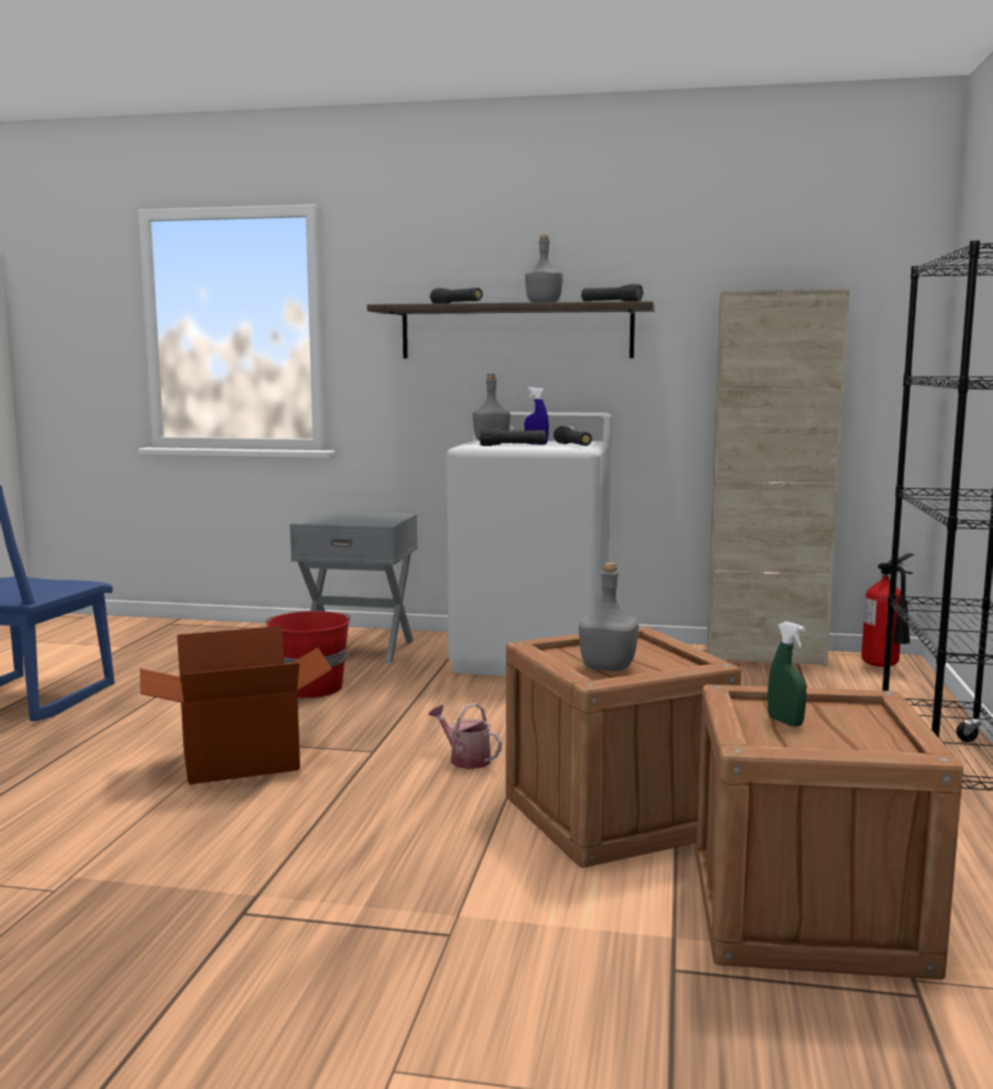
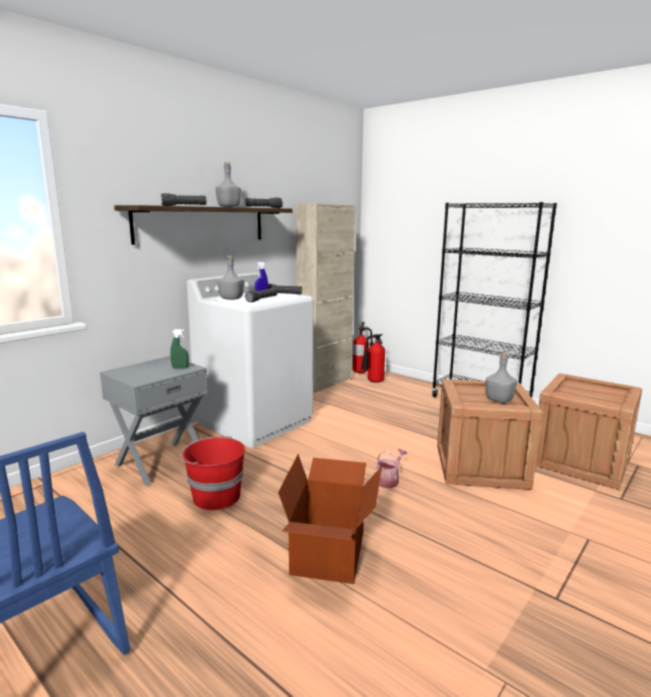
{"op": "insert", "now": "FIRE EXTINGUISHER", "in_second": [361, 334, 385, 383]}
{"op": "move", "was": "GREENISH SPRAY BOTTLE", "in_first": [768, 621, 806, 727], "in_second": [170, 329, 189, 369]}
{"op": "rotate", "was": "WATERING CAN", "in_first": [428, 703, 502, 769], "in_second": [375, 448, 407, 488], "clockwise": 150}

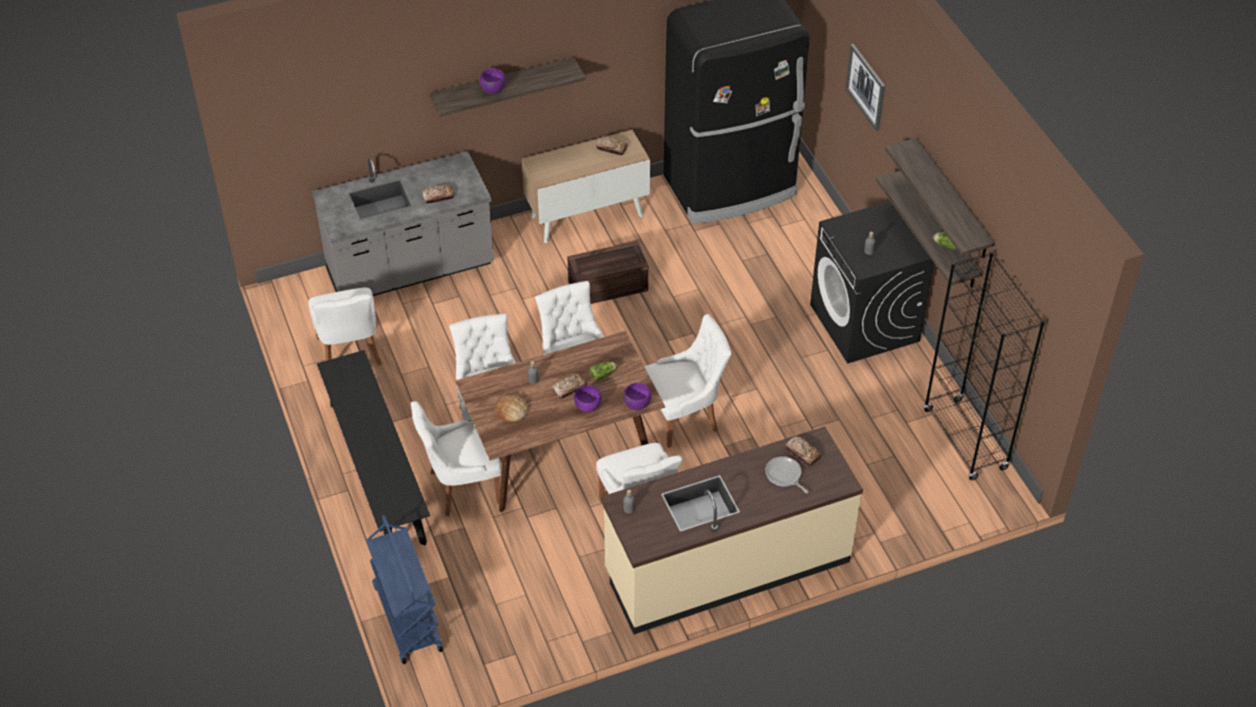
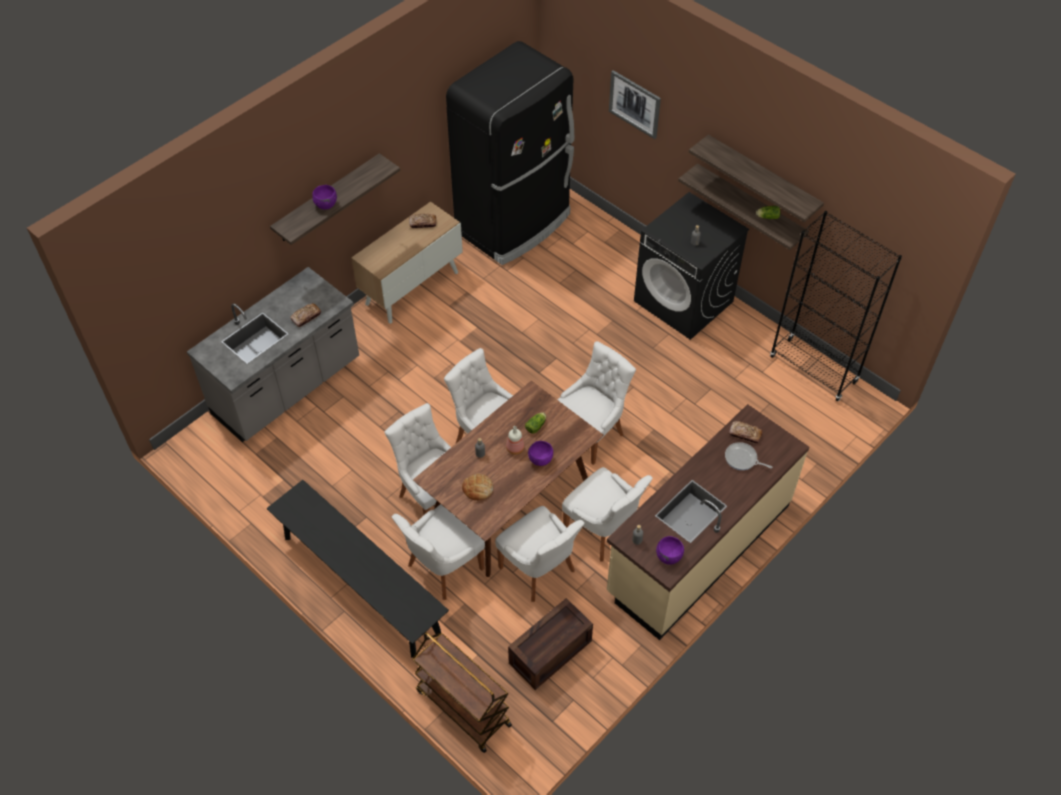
{"op": "move", "was": "WHITE-COLOURED UPRIGHT CHAIR", "in_first": [308, 288, 382, 366], "in_second": [495, 506, 585, 602]}
{"op": "move", "was": "SHIPPING CRATE", "in_first": [567, 241, 648, 304], "in_second": [508, 598, 593, 690]}
{"op": "move", "was": "PURPLE DEEP DISH", "in_first": [624, 383, 651, 410], "in_second": [656, 536, 684, 565]}
{"op": "replace", "was": "BAKERY BREAD", "now": "DRINK BOTTLE", "in_first": [552, 373, 587, 399], "in_second": [506, 426, 524, 455]}
{"op": "recolor", "was": "BLUE TROLLEY", "now": "BROWN-COLOURED TROLLEY", "in_first": [366, 515, 443, 664], "in_second": [412, 632, 512, 753]}

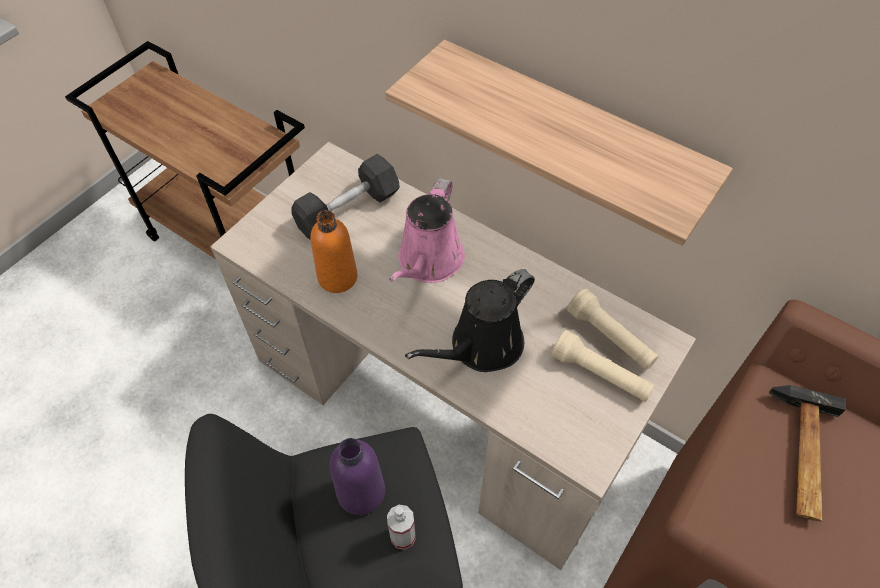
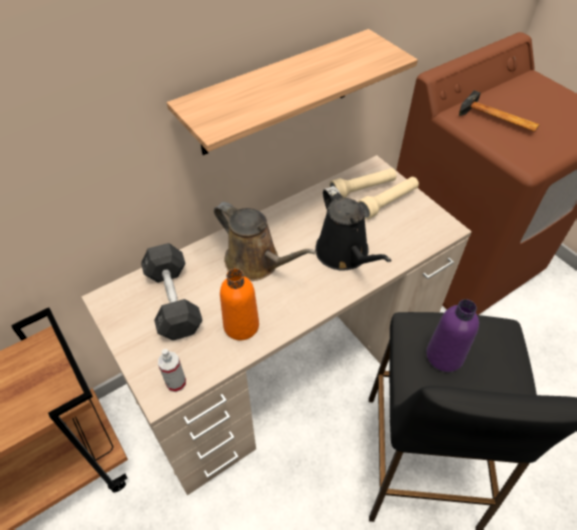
{"op": "move", "was": "SPRAY BOTTLE", "in_first": [387, 505, 416, 550], "in_second": [158, 349, 186, 392]}
{"op": "recolor", "was": "PINK WATERING CAN", "now": "BROWN-COLOURED WATERING CAN", "in_first": [389, 178, 465, 283], "in_second": [214, 202, 317, 281]}

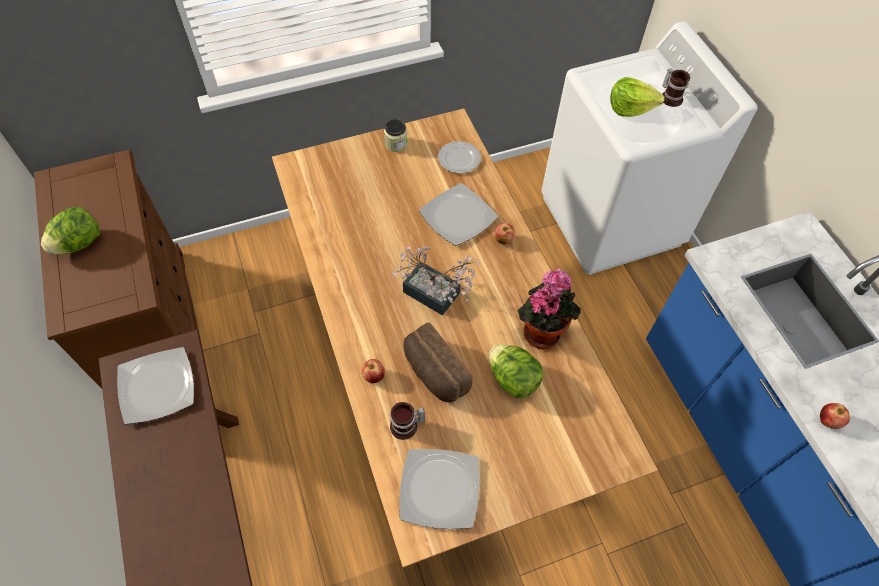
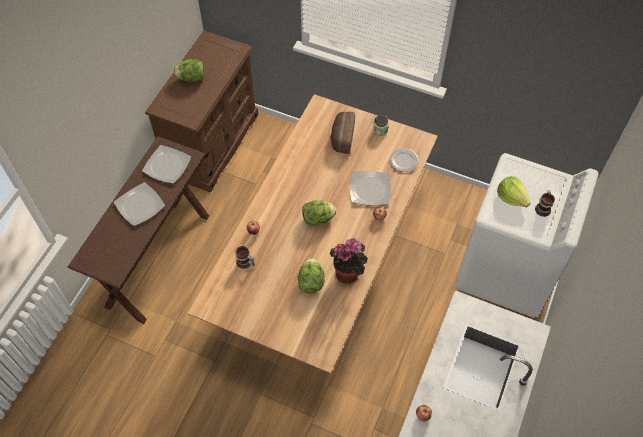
{"op": "move", "was": "PLATE", "in_first": [400, 449, 480, 529], "in_second": [114, 182, 165, 226]}
{"op": "move", "was": "BAKERY BREAD", "in_first": [403, 322, 473, 402], "in_second": [330, 112, 355, 154]}
{"op": "replace", "was": "POTTED PLANT", "now": "HEAD OF LETTUCE", "in_first": [392, 246, 479, 316], "in_second": [302, 200, 336, 226]}

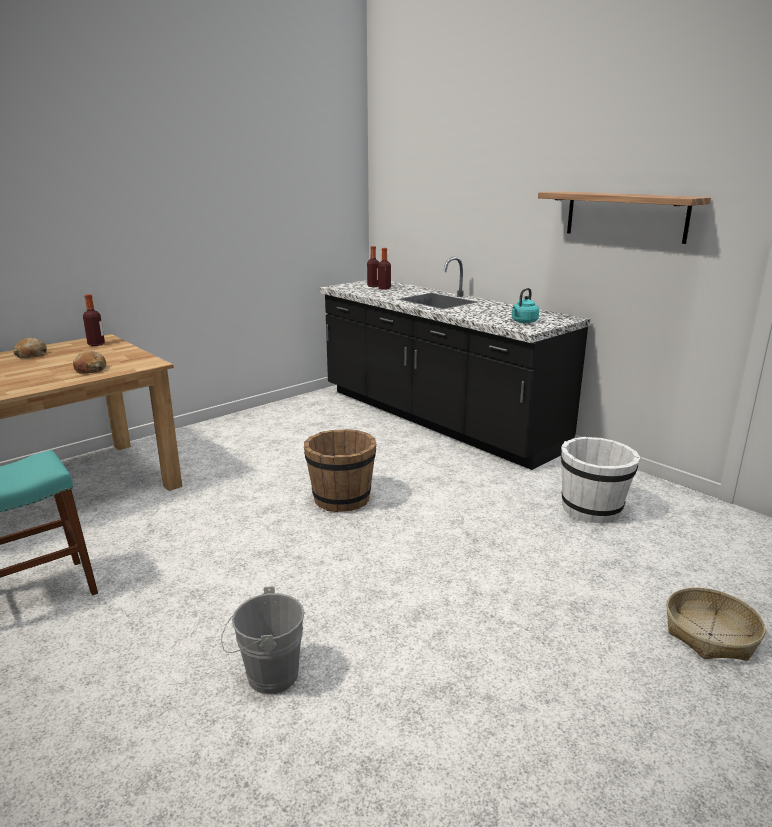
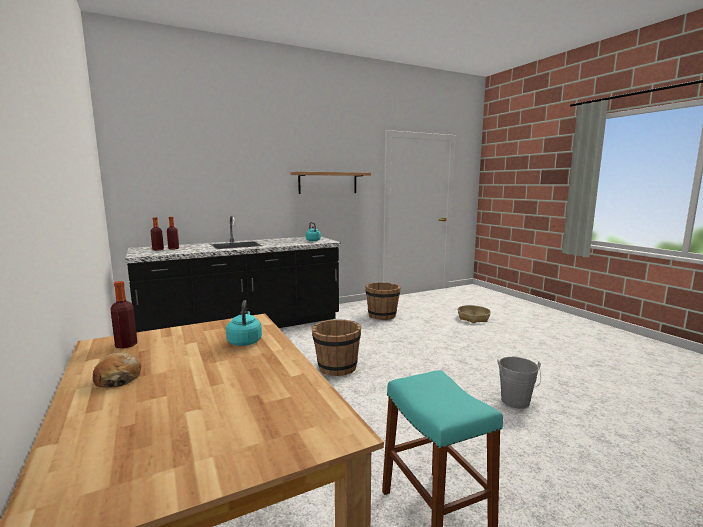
{"op": "replace", "was": "BAKERY BREAD", "now": "TURQUOISE WATER KETTLE", "in_first": [73, 351, 106, 374], "in_second": [226, 300, 262, 346]}
{"op": "recolor", "was": "WHITE-COLOURED BUCKET", "now": "BROWN-COLOURED BUCKET", "in_first": [561, 437, 640, 523], "in_second": [365, 282, 401, 320]}

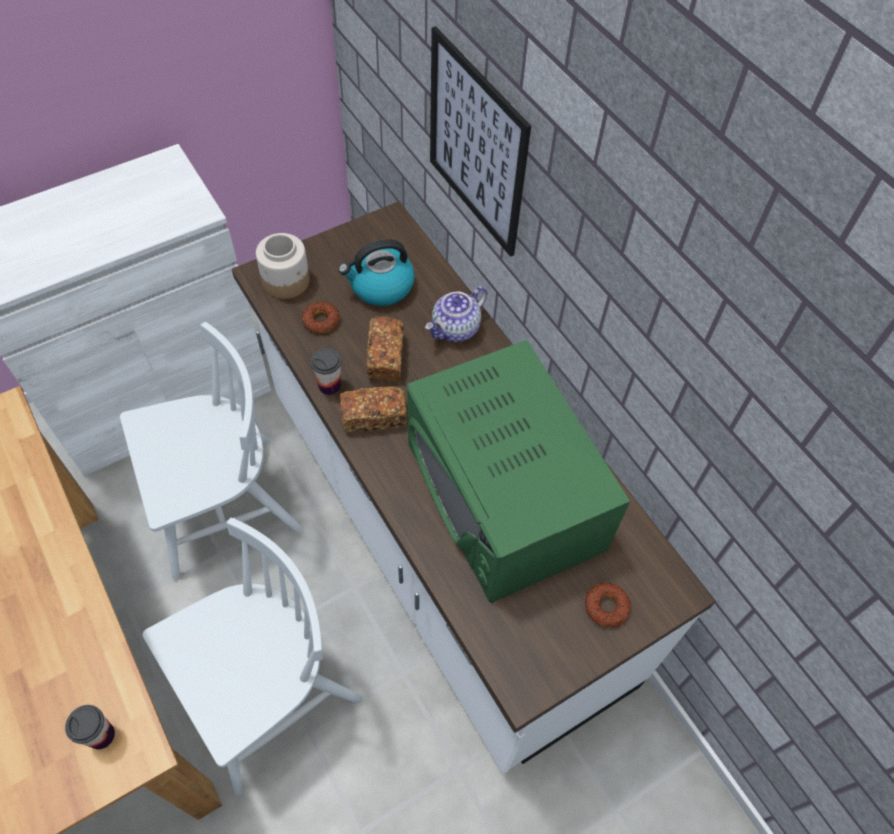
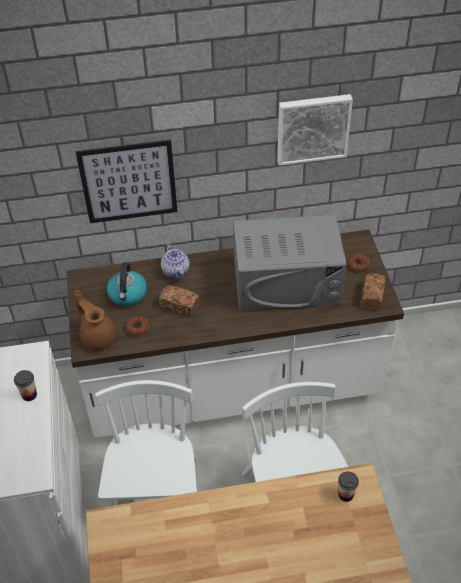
{"op": "insert", "now": "PICTURE", "in_second": [278, 94, 353, 166]}
{"op": "move", "was": "SMALL CUP", "in_first": [311, 348, 341, 395], "in_second": [14, 370, 37, 401]}
{"op": "move", "was": "BAKERY BREAD", "in_first": [340, 386, 407, 432], "in_second": [361, 274, 386, 310]}
{"op": "replace", "was": "JAR", "now": "BROWN-COLOURED TEA POT", "in_first": [256, 233, 310, 299], "in_second": [74, 290, 117, 350]}
{"op": "recolor", "was": "GREENISH KITCHEN MICROWAVE", "now": "GREYISH KITCHEN MICROWAVE", "in_first": [407, 340, 630, 603], "in_second": [233, 215, 347, 310]}

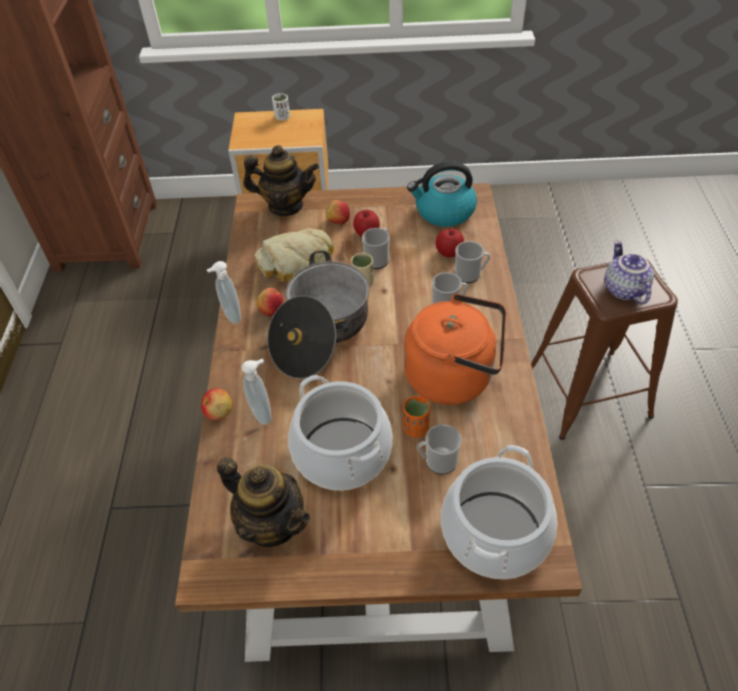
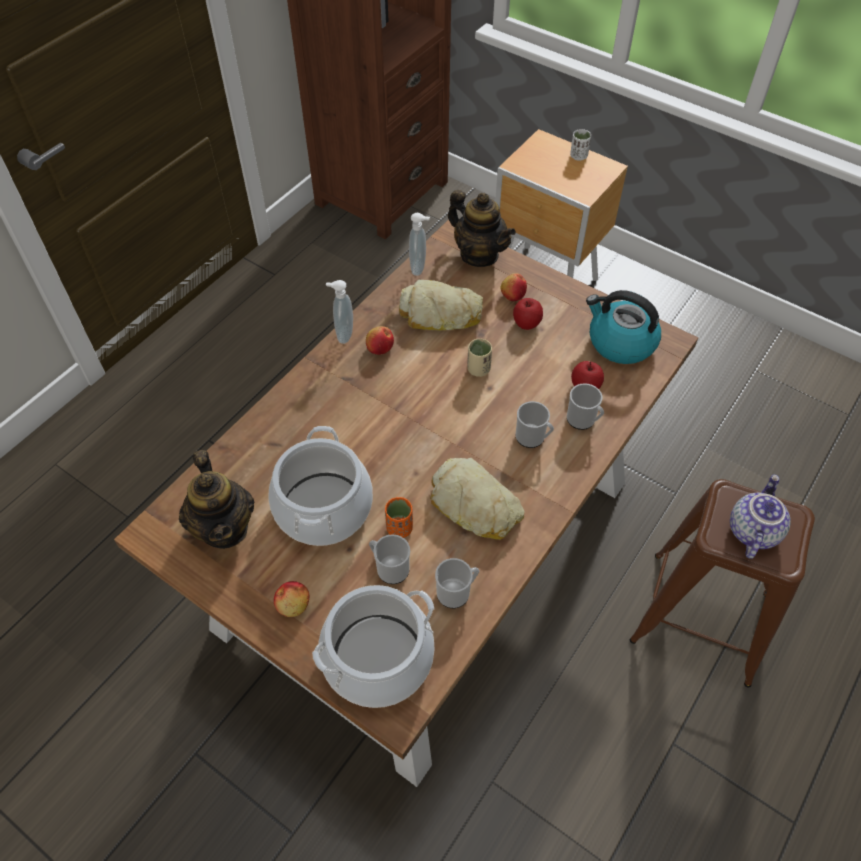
{"op": "delete", "was": "STOCKPOT", "in_first": [267, 251, 369, 379]}
{"op": "move", "was": "APPLE", "in_first": [201, 388, 232, 420], "in_second": [274, 581, 309, 617]}
{"op": "move", "was": "LIQUID SOAP BOTTLE", "in_first": [241, 359, 272, 425], "in_second": [409, 213, 430, 276]}
{"op": "move", "was": "TEA MUG", "in_first": [362, 228, 390, 269], "in_second": [435, 558, 479, 608]}
{"op": "replace", "was": "ORANGE WATER KETTLE", "now": "BAKERY BREAD", "in_first": [404, 294, 506, 405], "in_second": [430, 458, 524, 540]}

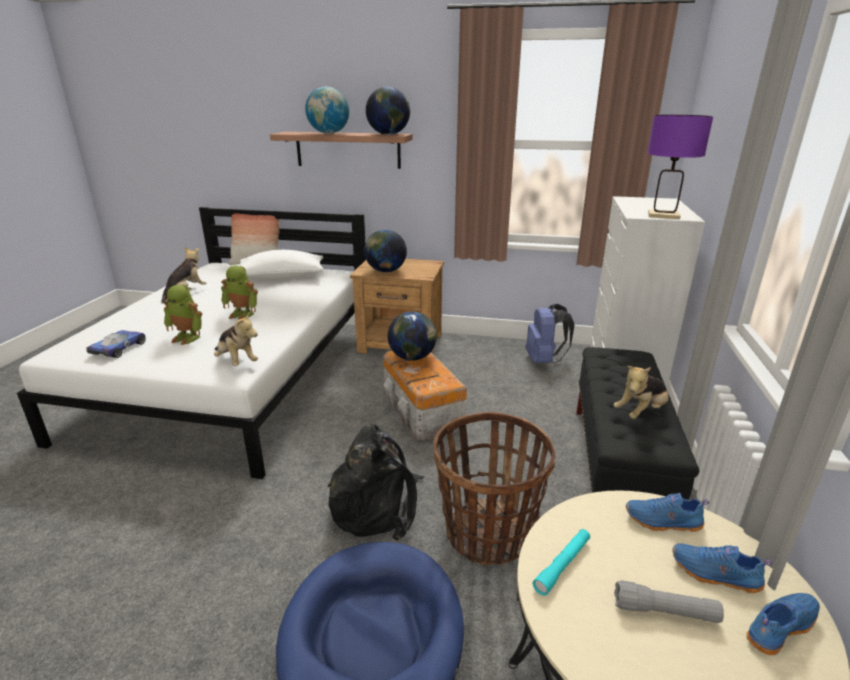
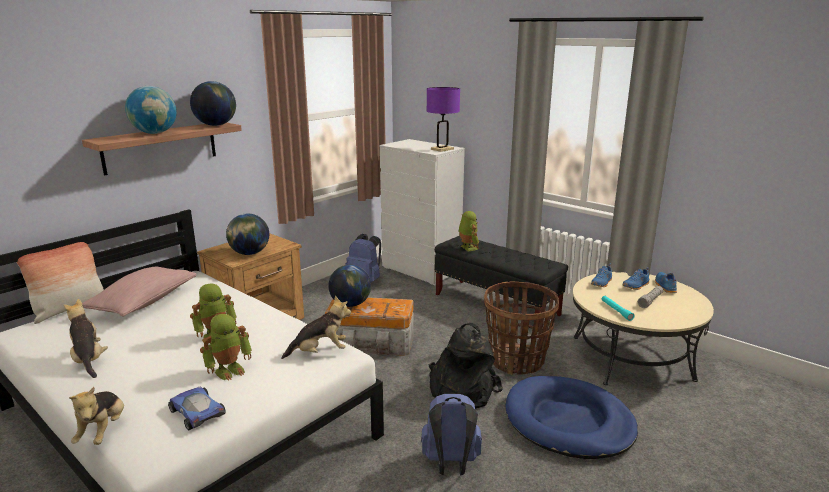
{"op": "insert", "now": "BLUE KNAPSACK", "in_second": [421, 394, 482, 475]}
{"op": "insert", "now": "MODEL ROBOT", "in_second": [459, 211, 479, 251]}
{"op": "move", "was": "CUDDLY TOY", "in_first": [613, 366, 669, 419], "in_second": [69, 387, 124, 445]}
{"op": "recolor", "was": "WHITE-COLOURED PILLOW", "now": "PINK PILLOW", "in_first": [240, 250, 324, 280], "in_second": [82, 266, 197, 317]}

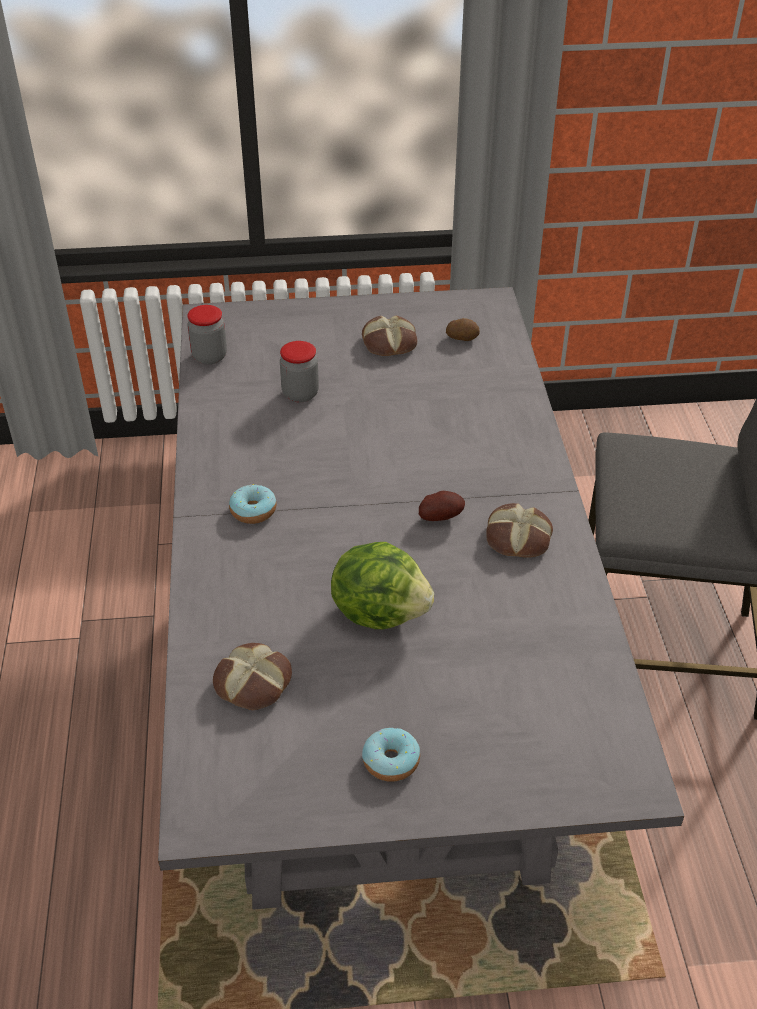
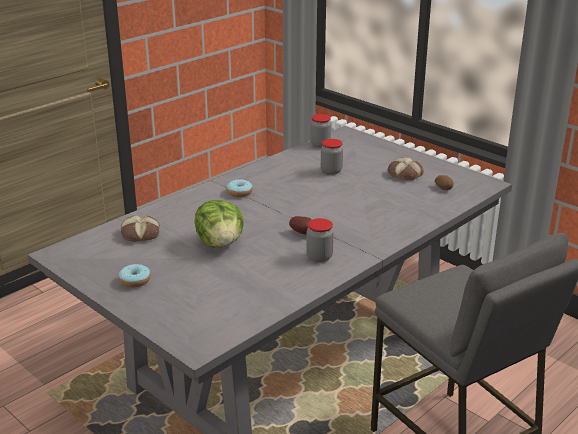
{"op": "replace", "was": "BAKERY BREAD", "now": "JAR", "in_first": [486, 503, 553, 558], "in_second": [306, 218, 334, 262]}

